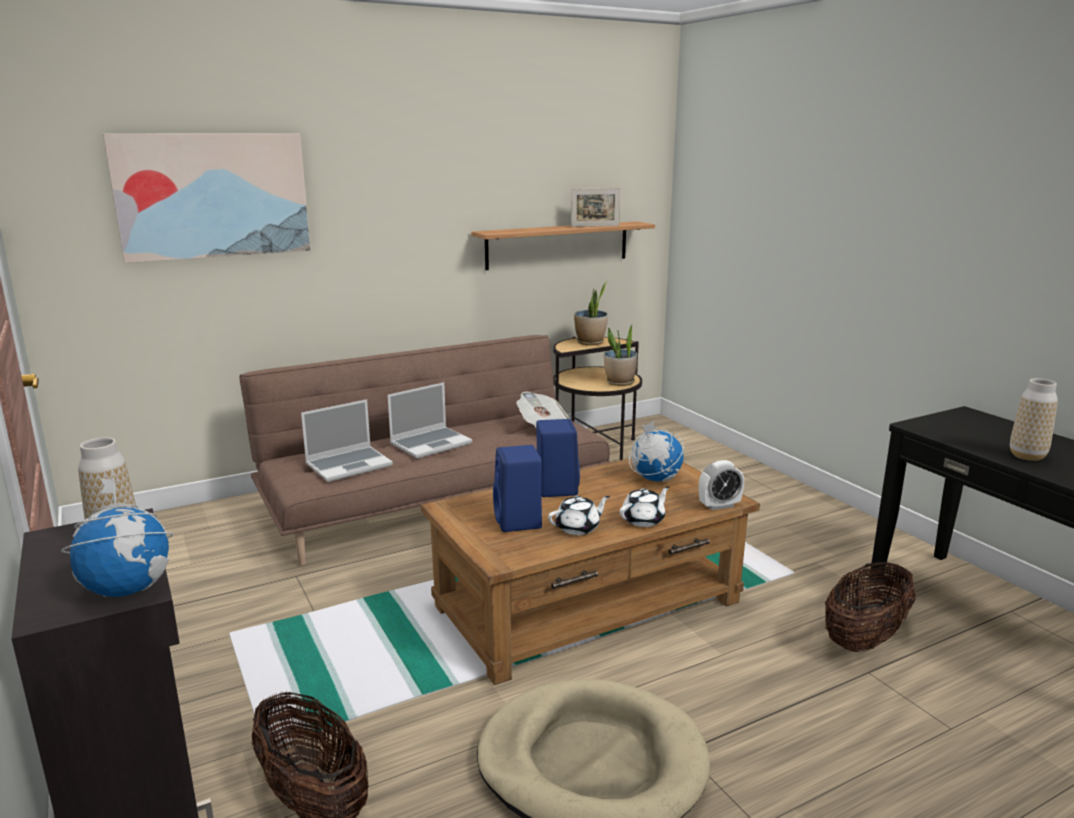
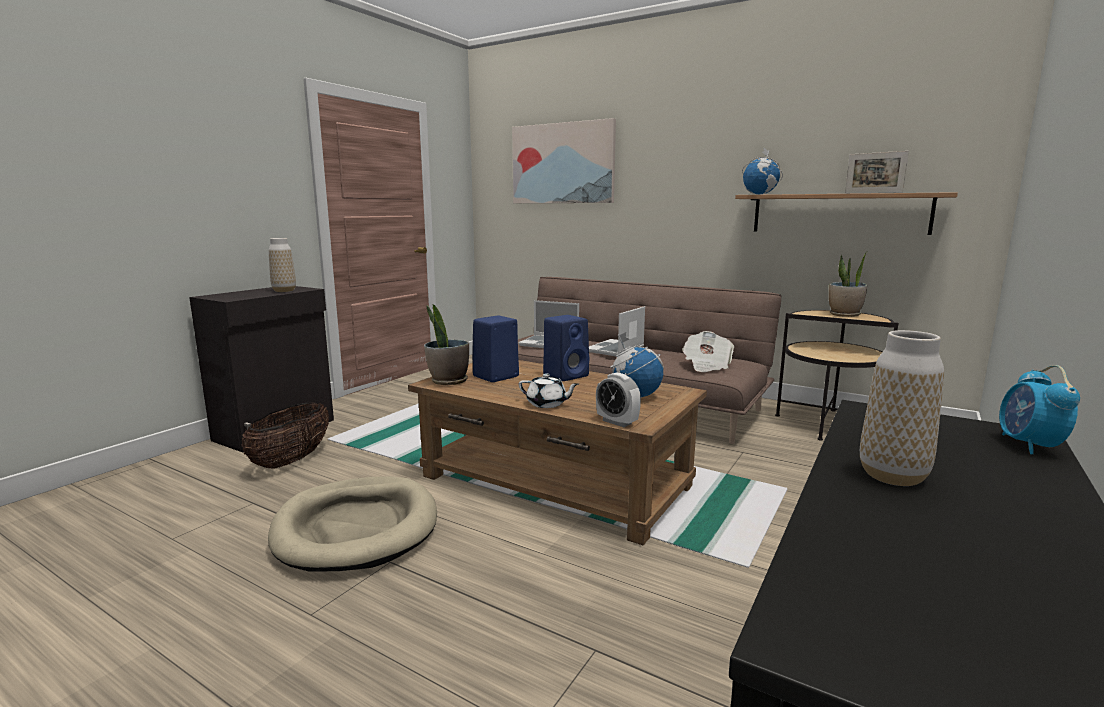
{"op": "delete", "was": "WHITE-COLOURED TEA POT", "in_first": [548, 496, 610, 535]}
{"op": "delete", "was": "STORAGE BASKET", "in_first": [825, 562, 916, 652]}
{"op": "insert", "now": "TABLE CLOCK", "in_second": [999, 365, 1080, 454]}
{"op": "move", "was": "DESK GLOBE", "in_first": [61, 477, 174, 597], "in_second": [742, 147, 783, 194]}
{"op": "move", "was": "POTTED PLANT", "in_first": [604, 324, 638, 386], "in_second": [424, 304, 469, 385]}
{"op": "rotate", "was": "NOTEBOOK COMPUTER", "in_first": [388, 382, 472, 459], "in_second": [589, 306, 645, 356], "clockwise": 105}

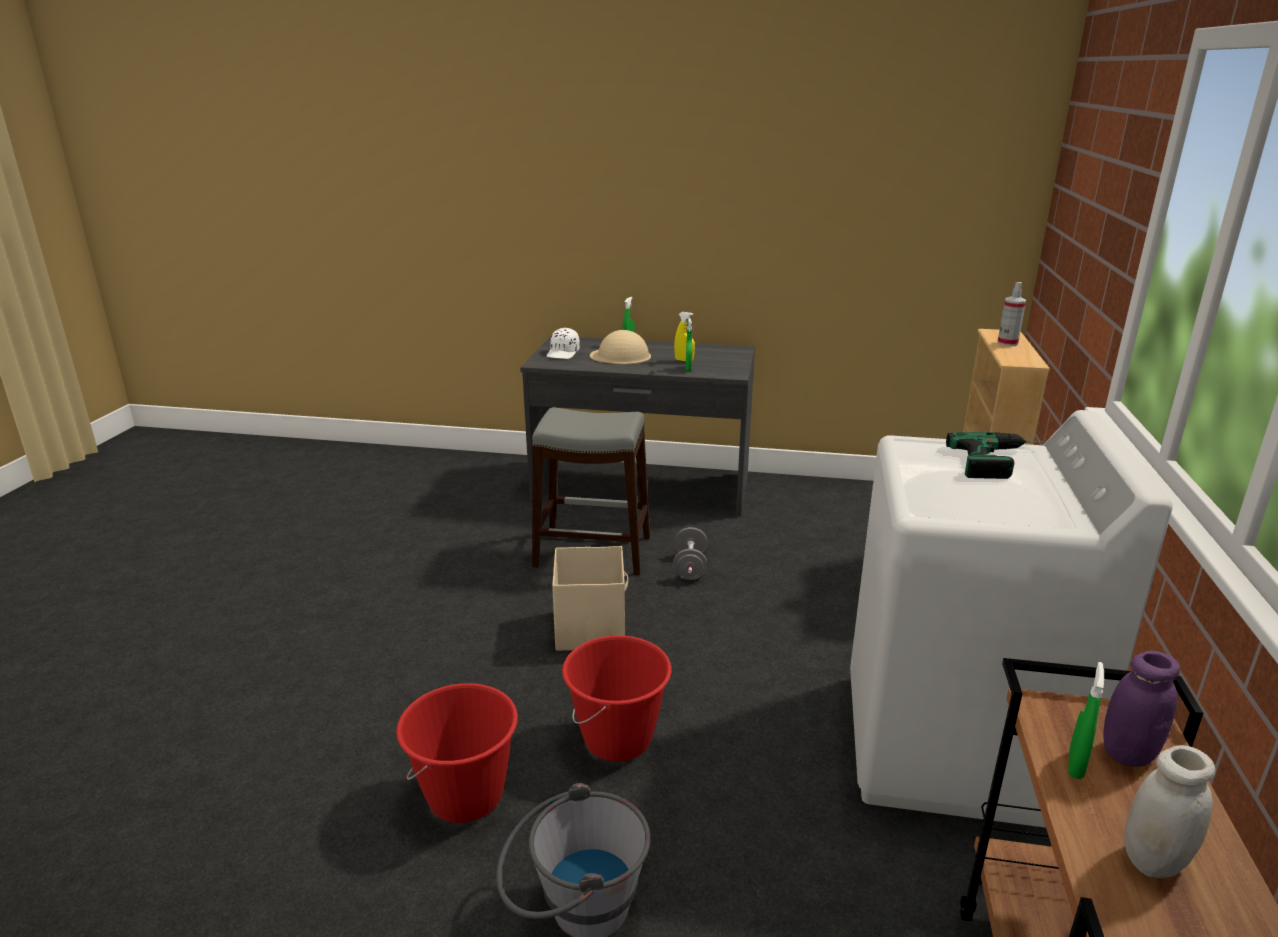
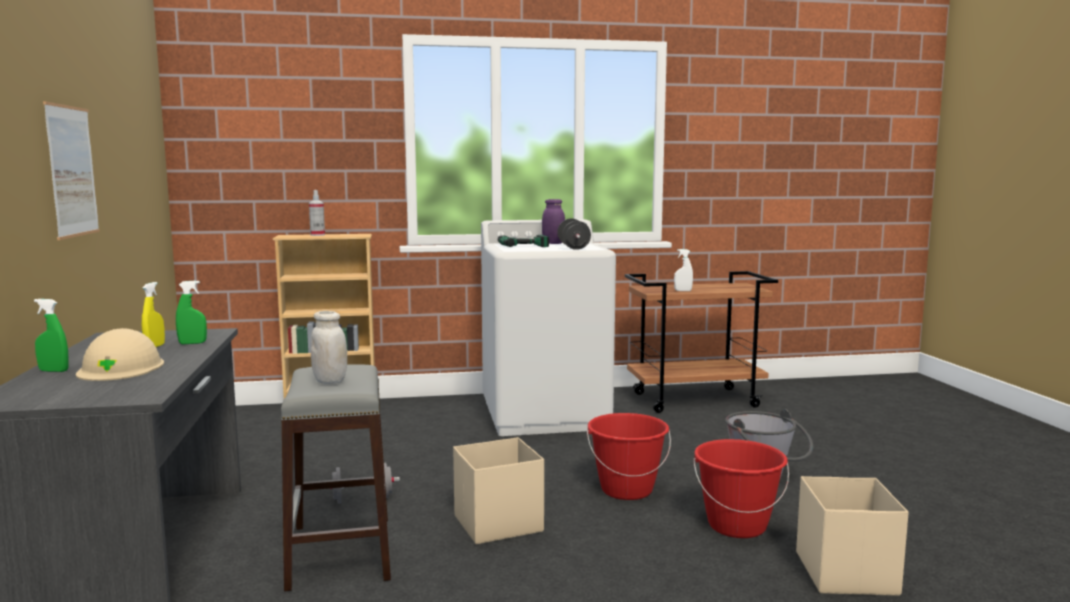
{"op": "delete", "was": "WHITE-COLOURED BASEBALL CAP", "in_first": [547, 328, 580, 359]}
{"op": "insert", "now": "PICTURE", "in_second": [43, 101, 100, 240]}
{"op": "insert", "now": "BLACKISH DUMBBELL", "in_second": [557, 218, 591, 250]}
{"op": "insert", "now": "BEIGE STORAGE CONTAINER", "in_second": [796, 476, 909, 596]}
{"op": "move", "was": "PURPLE JAR", "in_first": [1103, 651, 1180, 767], "in_second": [542, 199, 565, 244]}
{"op": "move", "was": "WHITE-COLOURED JAR", "in_first": [1124, 745, 1216, 878], "in_second": [310, 311, 347, 384]}
{"op": "recolor", "was": "GREENISH SPRAY BOTTLE", "now": "WHITE-COLOURED SPRAY BOTTLE", "in_first": [1068, 662, 1104, 779], "in_second": [674, 249, 693, 291]}

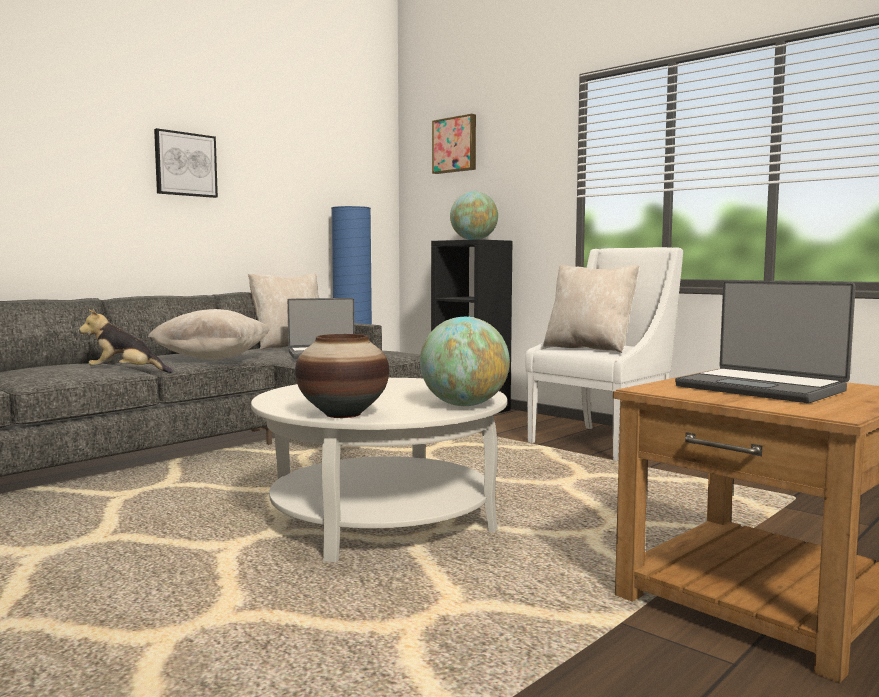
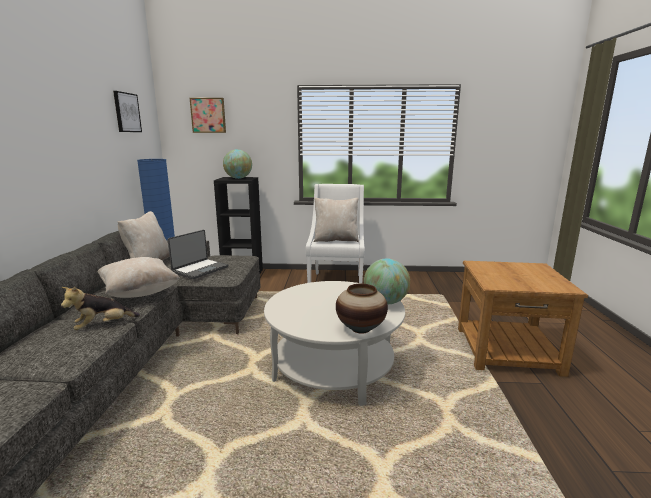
{"op": "delete", "was": "NOTEBOOK COMPUTER", "in_first": [675, 280, 856, 403]}
{"op": "move", "was": "PICTURE", "in_first": [154, 128, 218, 198], "in_second": [113, 91, 142, 132]}

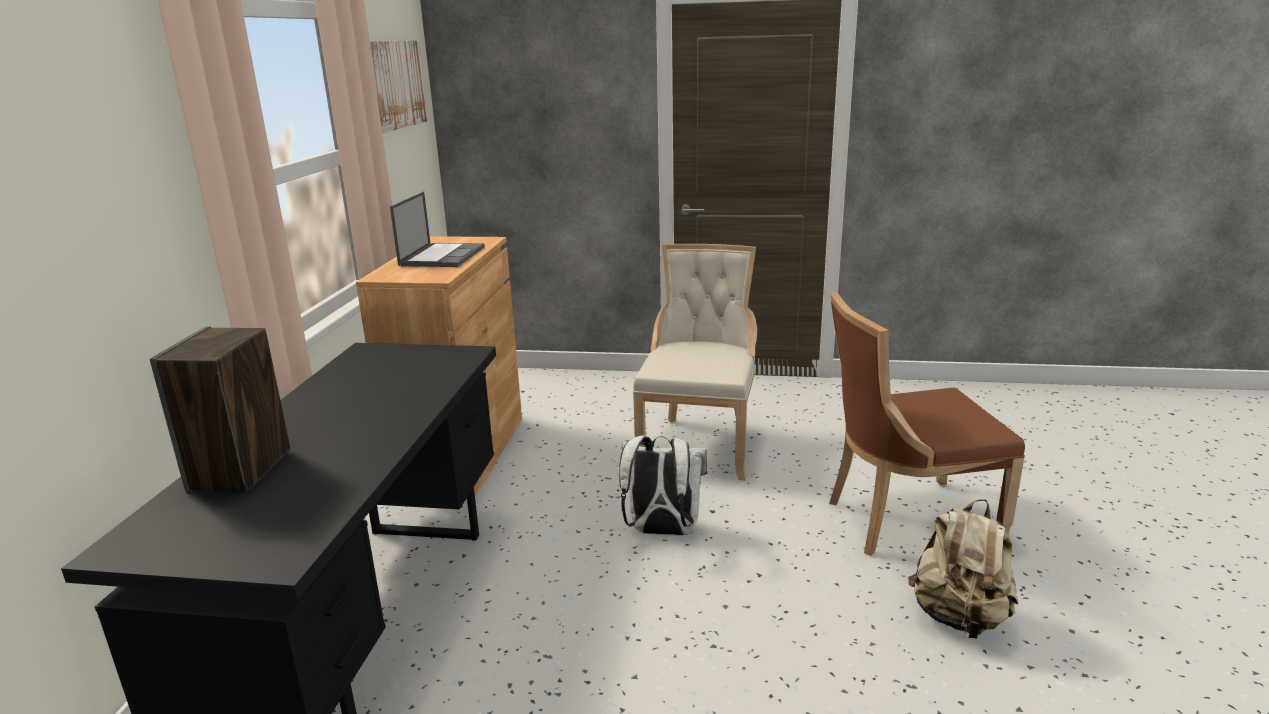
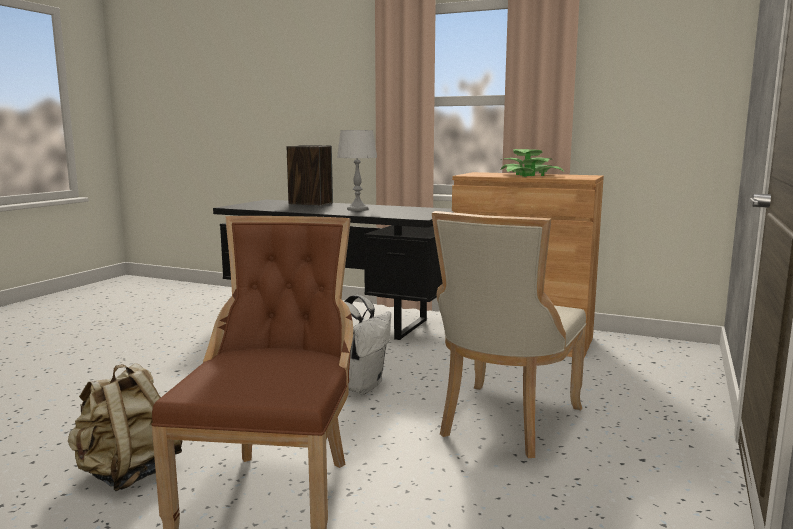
{"op": "delete", "was": "PICTURE", "in_first": [370, 40, 428, 133]}
{"op": "insert", "now": "GREYISH TABLE LAMP", "in_second": [337, 130, 377, 211]}
{"op": "replace", "was": "NOTEBOOK COMPUTER", "now": "POTTED PLANT", "in_first": [390, 192, 485, 267], "in_second": [500, 149, 564, 177]}
{"op": "rotate", "was": "BEIGE UPRIGHT CHAIR", "in_first": [633, 244, 757, 481], "in_second": [432, 211, 586, 458], "clockwise": 90}

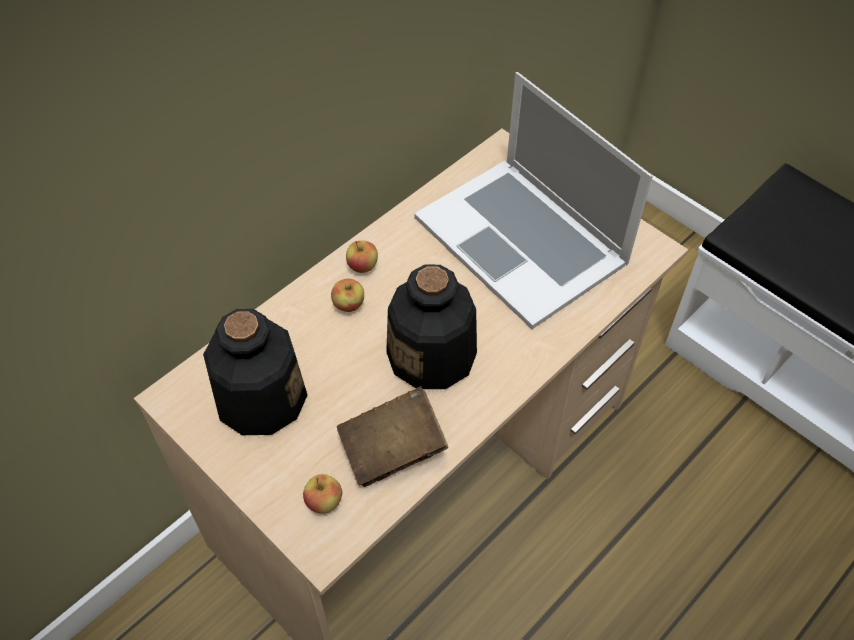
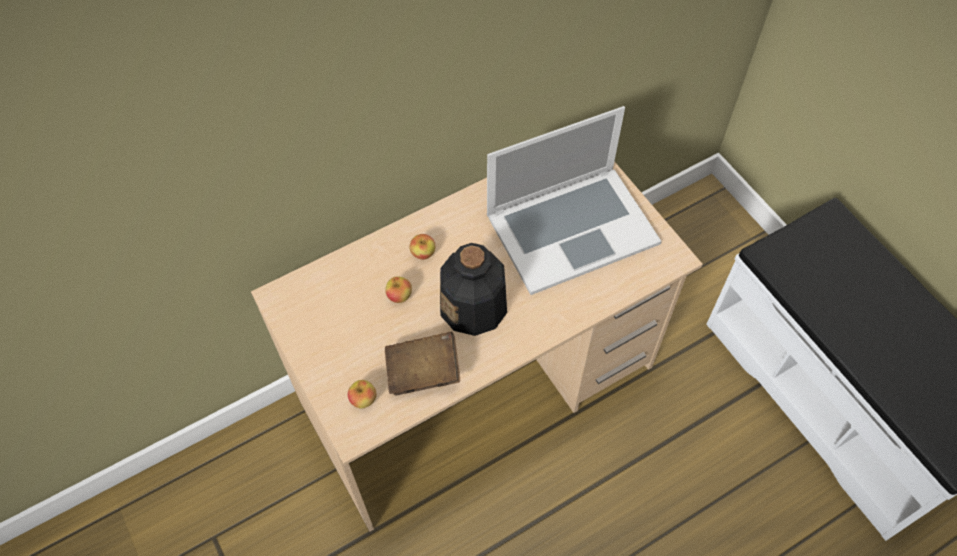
{"op": "delete", "was": "DRINK BOTTLE", "in_first": [203, 309, 307, 435]}
{"op": "move", "was": "APPLE", "in_first": [346, 241, 378, 273], "in_second": [385, 276, 412, 303]}
{"op": "rotate", "was": "NOTEBOOK COMPUTER", "in_first": [414, 72, 653, 329], "in_second": [487, 106, 662, 295], "clockwise": -90}

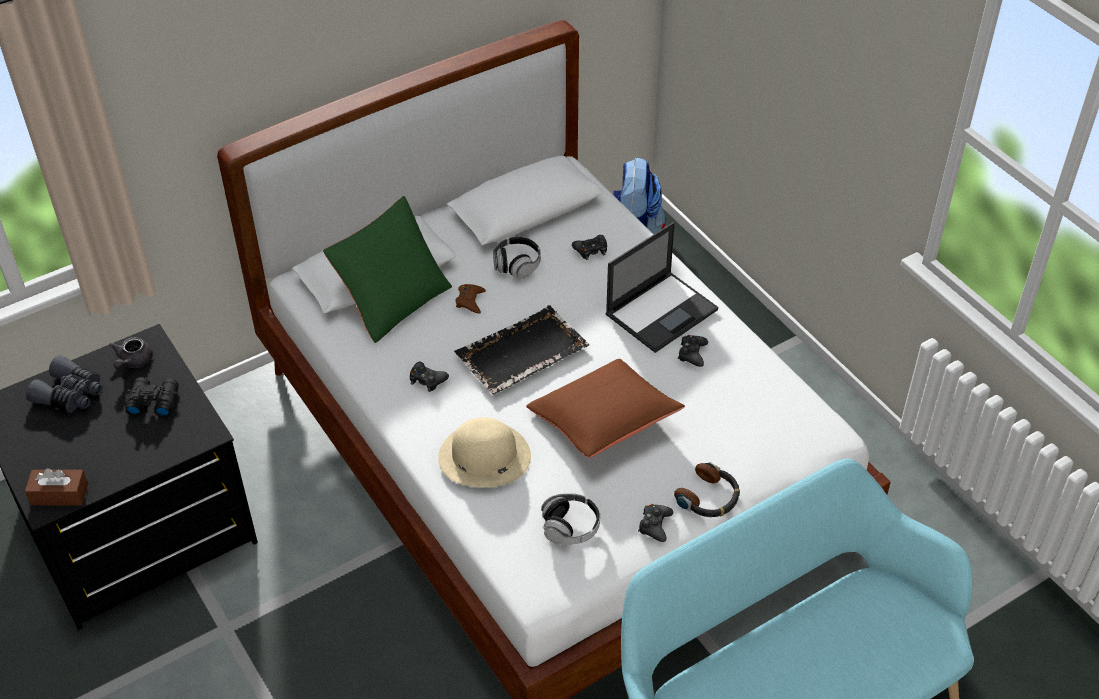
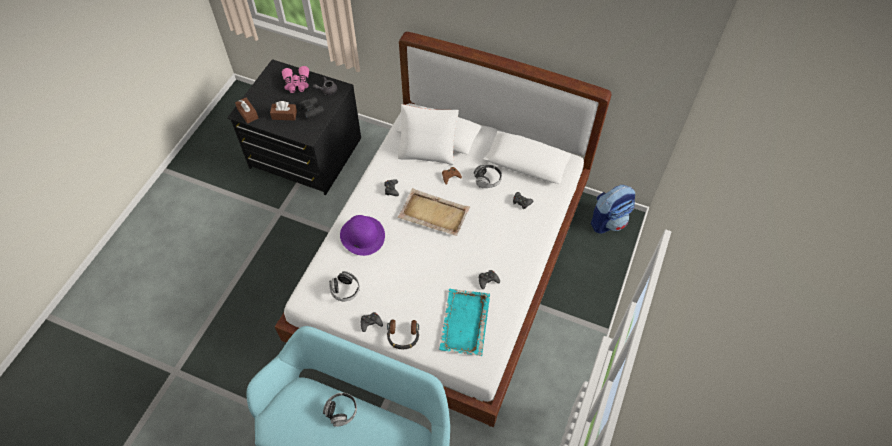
{"op": "delete", "was": "BROWN-COLOURED PILLOW", "in_first": [526, 359, 685, 458]}
{"op": "delete", "was": "NOTEBOOK COMPUTER", "in_first": [606, 222, 718, 353]}
{"op": "insert", "now": "BROWN-COLOURED BOX OF TISSUES", "in_second": [270, 101, 297, 120]}
{"op": "insert", "now": "HEADPHONES", "in_second": [323, 393, 357, 427]}
{"op": "insert", "now": "TURQUOISE CARRYING TRAY", "in_second": [439, 289, 490, 356]}
{"op": "recolor", "was": "GREYISH FIELD GLASSES", "now": "PINK FIELD GLASSES", "in_first": [26, 355, 103, 413], "in_second": [282, 66, 309, 93]}
{"op": "recolor", "was": "GREENISH PILLOW", "now": "WHITE-COLOURED PILLOW", "in_first": [323, 196, 452, 343], "in_second": [398, 104, 459, 165]}
{"op": "recolor", "was": "BEIGE HAT", "now": "PURPLE HAT", "in_first": [438, 418, 531, 488], "in_second": [340, 215, 385, 256]}
{"op": "recolor", "was": "BLACKISH CARRYING TRAY", "now": "BEIGE CARRYING TRAY", "in_first": [454, 305, 590, 395], "in_second": [398, 188, 470, 236]}

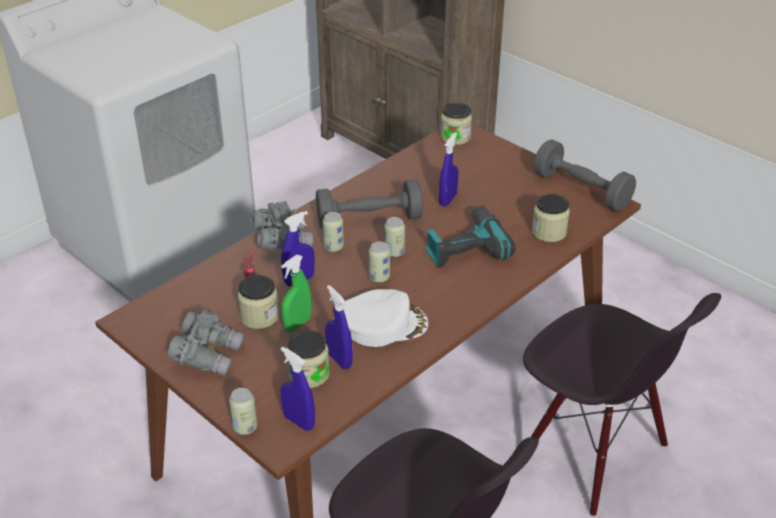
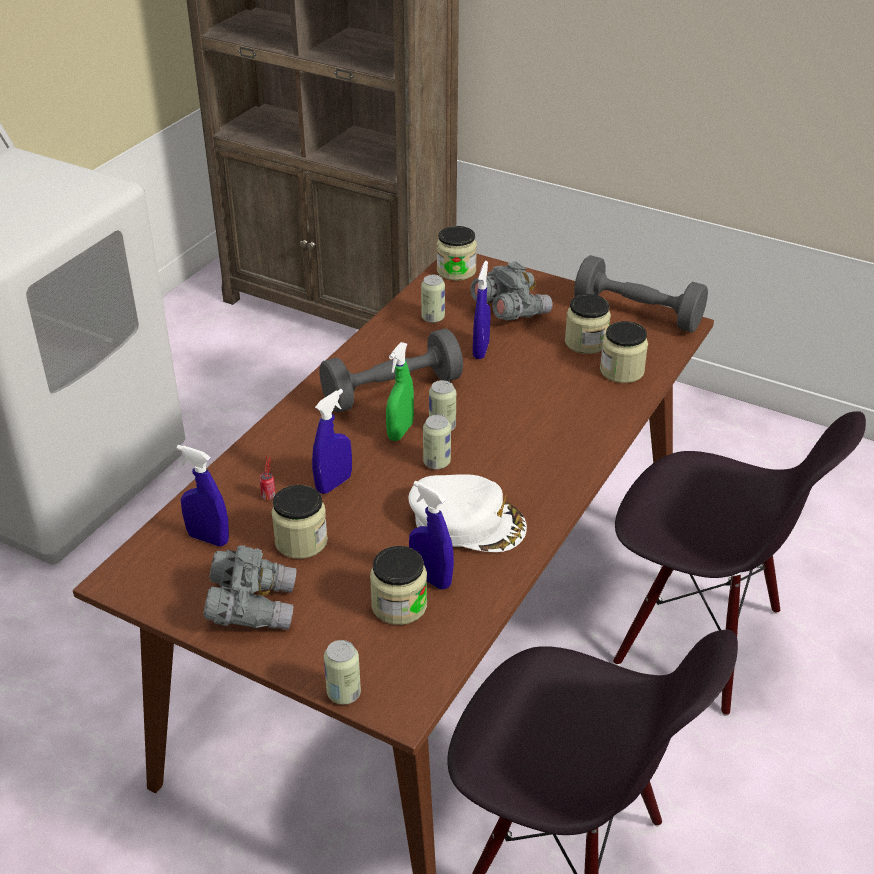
{"op": "delete", "was": "ELECTRIC DRILL", "in_first": [425, 205, 515, 268]}
{"op": "insert", "now": "JAR", "in_second": [565, 294, 611, 354]}
{"op": "move", "was": "GREYISH FIELD GLASSES", "in_first": [250, 201, 313, 251], "in_second": [471, 261, 553, 321]}
{"op": "move", "was": "BLUE SPRAY BOTTLE", "in_first": [280, 347, 315, 431], "in_second": [177, 445, 229, 546]}
{"op": "move", "was": "GREENISH SPRAY BOTTLE", "in_first": [281, 255, 311, 332], "in_second": [386, 342, 414, 441]}
{"op": "move", "was": "CAN", "in_first": [322, 212, 344, 252], "in_second": [421, 275, 445, 323]}
{"op": "rotate", "was": "WHITE-COLOURED BASEBALL CAP", "in_first": [343, 289, 428, 347], "in_second": [409, 474, 527, 552], "clockwise": 45}

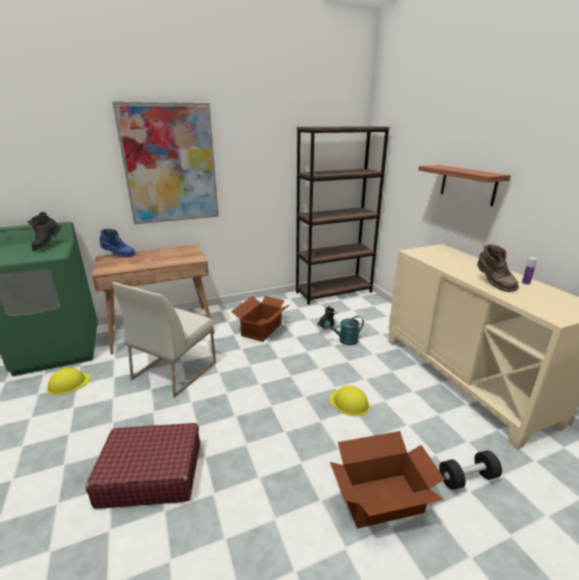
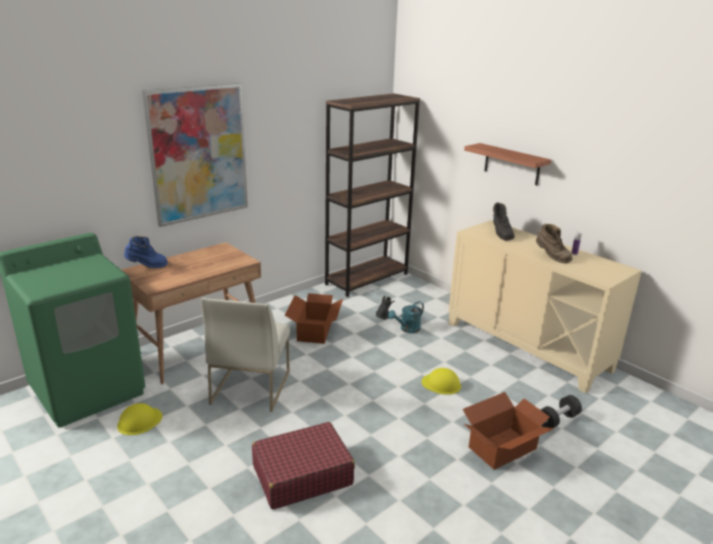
{"op": "move", "was": "BLACKISH TALL BOOT", "in_first": [27, 212, 61, 251], "in_second": [493, 202, 515, 241]}

